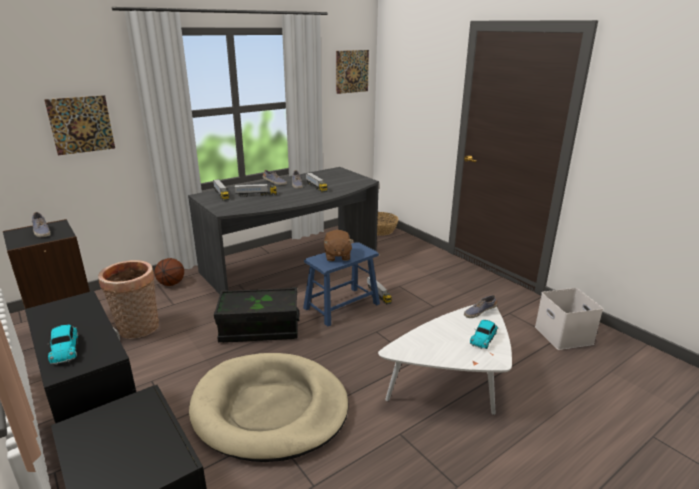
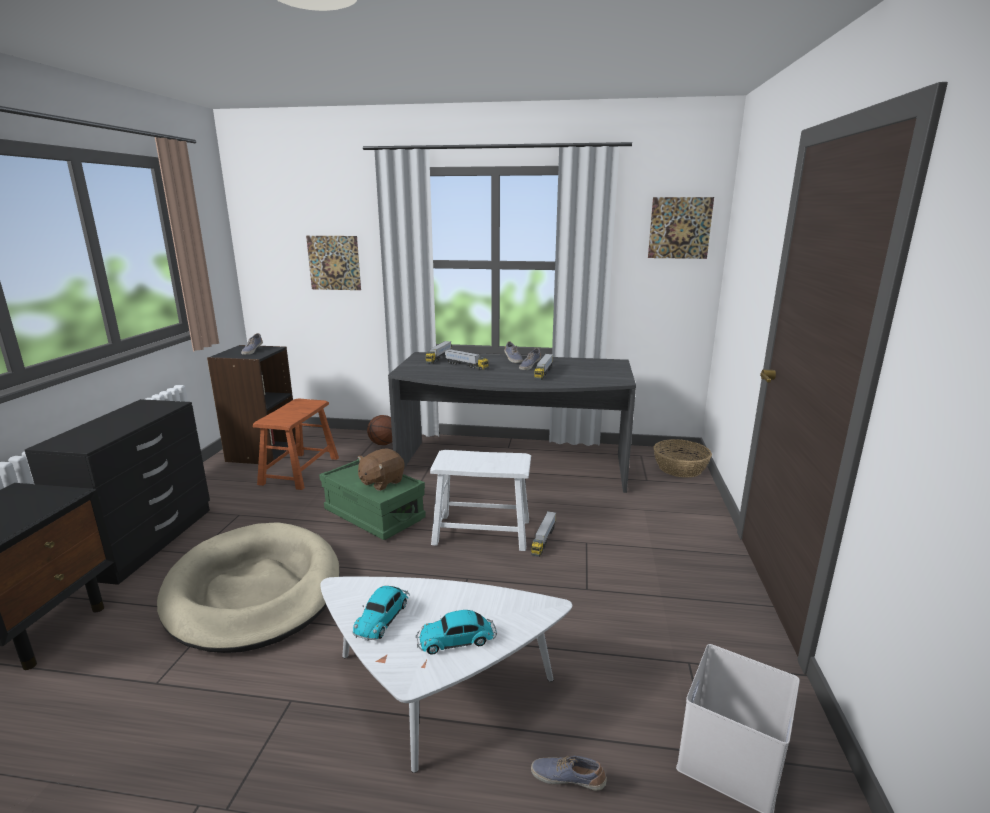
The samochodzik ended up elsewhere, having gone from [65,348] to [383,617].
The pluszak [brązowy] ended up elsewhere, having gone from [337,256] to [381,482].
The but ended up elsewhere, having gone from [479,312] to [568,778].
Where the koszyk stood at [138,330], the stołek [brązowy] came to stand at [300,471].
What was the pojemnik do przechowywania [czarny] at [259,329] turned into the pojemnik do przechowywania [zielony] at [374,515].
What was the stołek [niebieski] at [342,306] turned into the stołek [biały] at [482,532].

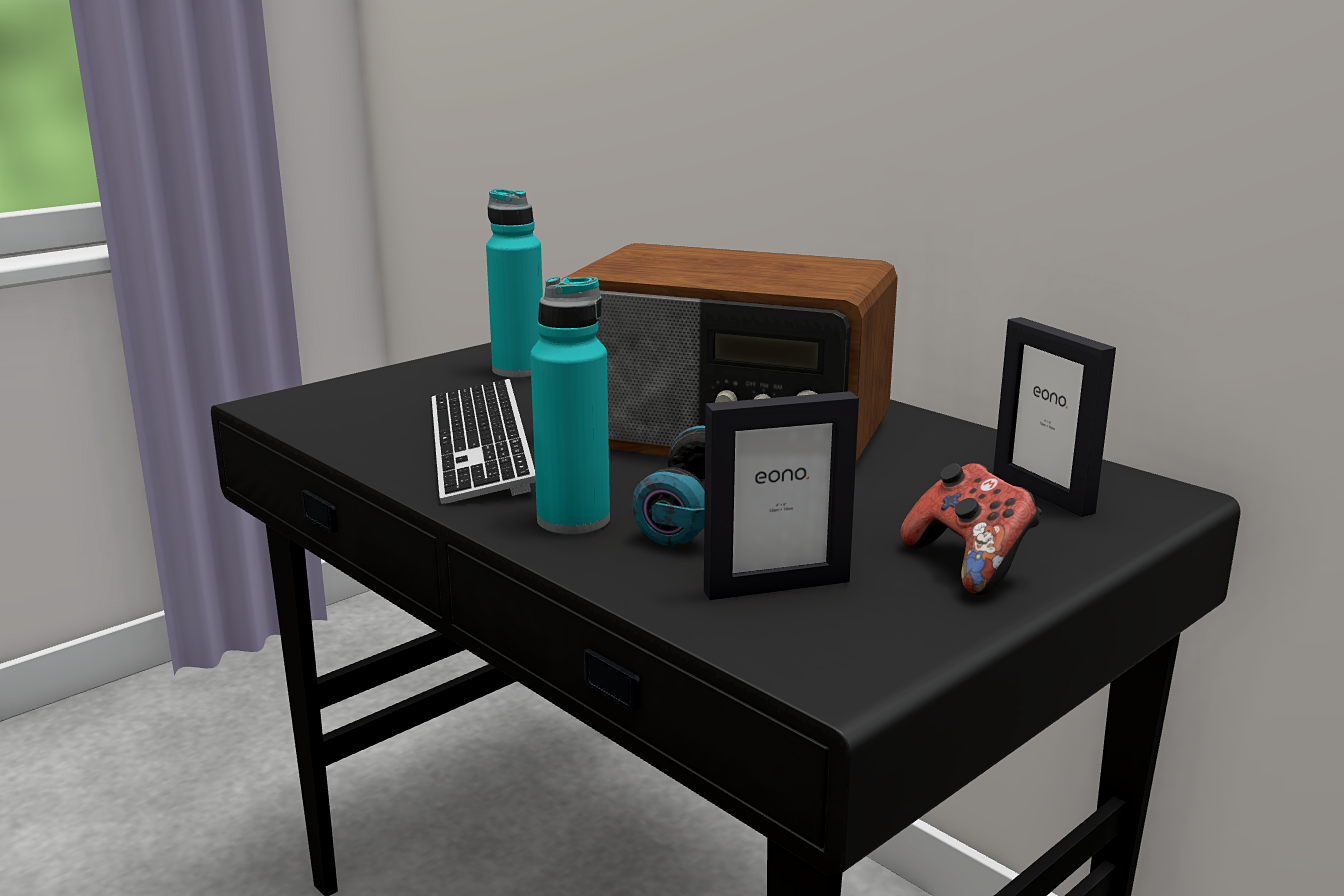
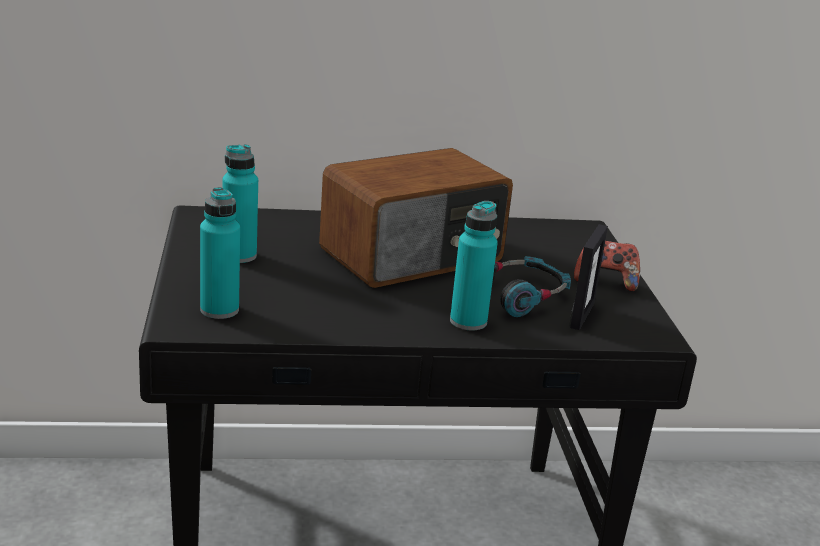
The second view lost the klawiatura at [479,445].
The second view lost the ramka na zdjęcie at [1043,493].
The second view gained the butelka [turkusowy] at [219,310].

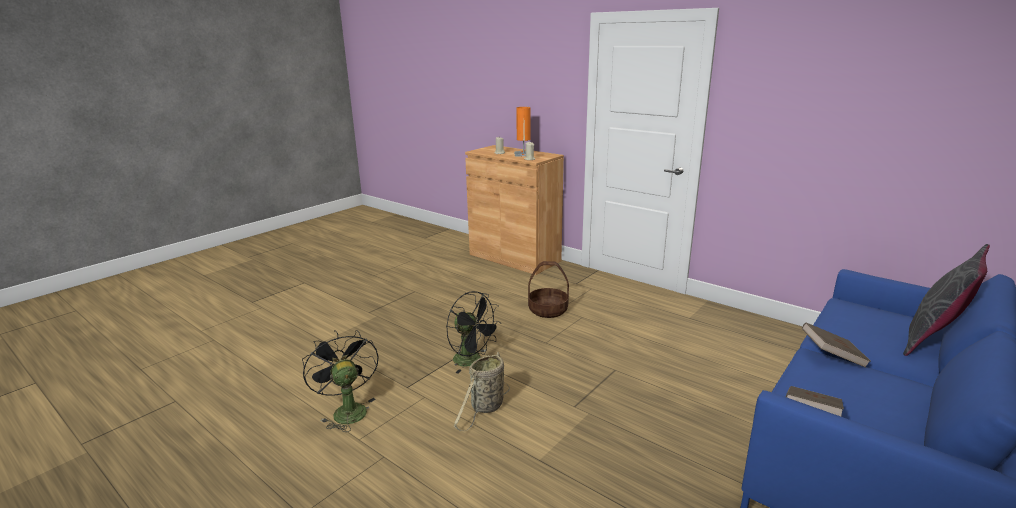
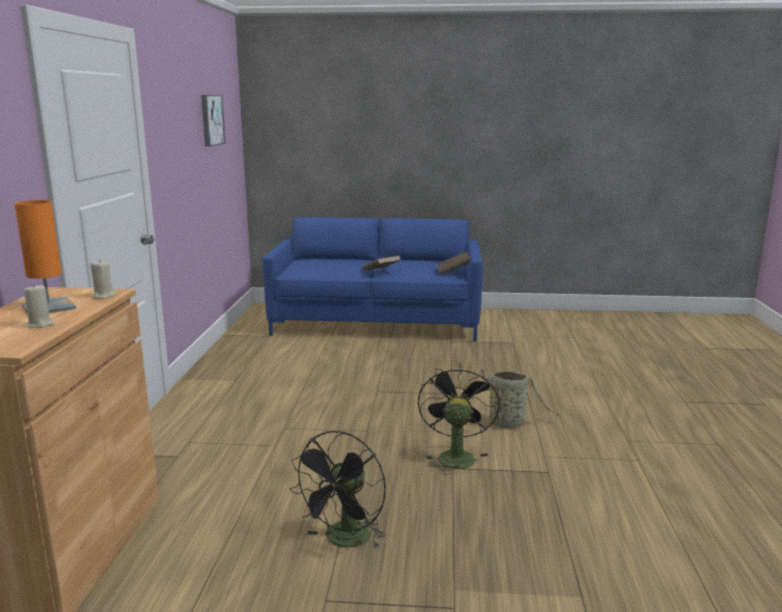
The second view lost the koszyk at [548,310].
The second view lost the poduszka [szary] at [933,341].
The second view gained the obraz at [211,120].
The wentylator [czarny] ended up elsewhere, having gone from [346,410] to [344,541].

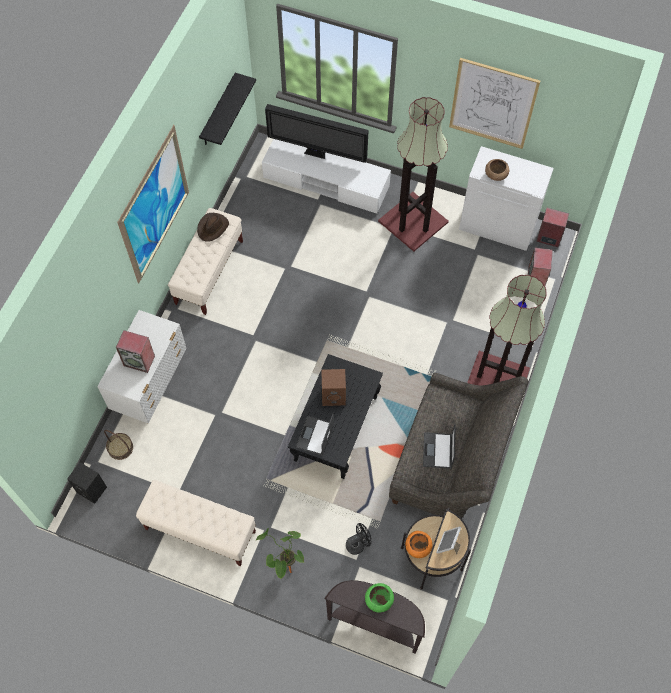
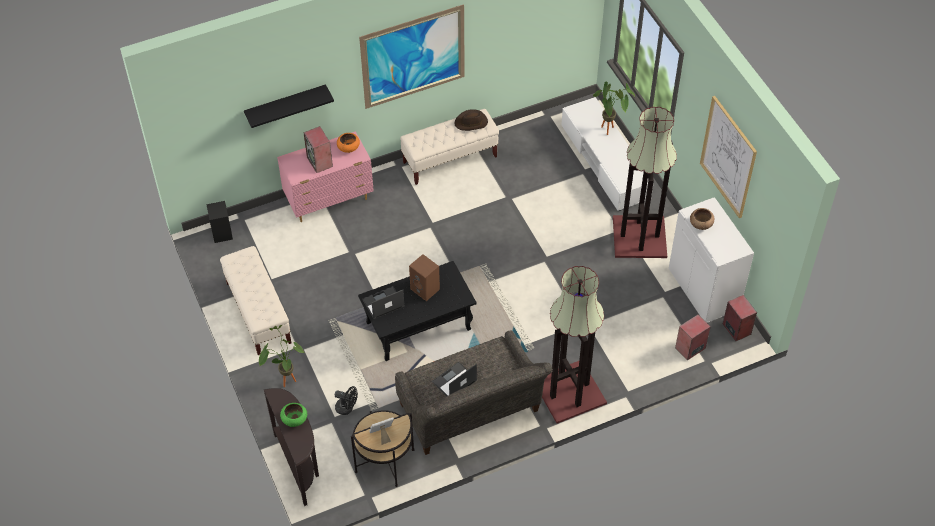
The second view lost the koszyk at [120,448].
The półka [czarny] ended up elsewhere, having gone from [218,111] to [286,105].
The miska [pomarańczowy] ended up elsewhere, having gone from [417,547] to [348,148].
Where the telewizor stood at [317,154], the roślina doniczkowa came to stand at [609,131].
What was the komoda [biały] at [151,385] turned into the komoda [różowy] at [330,200].

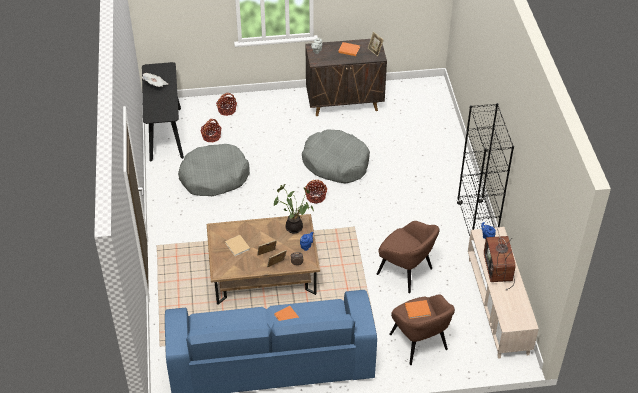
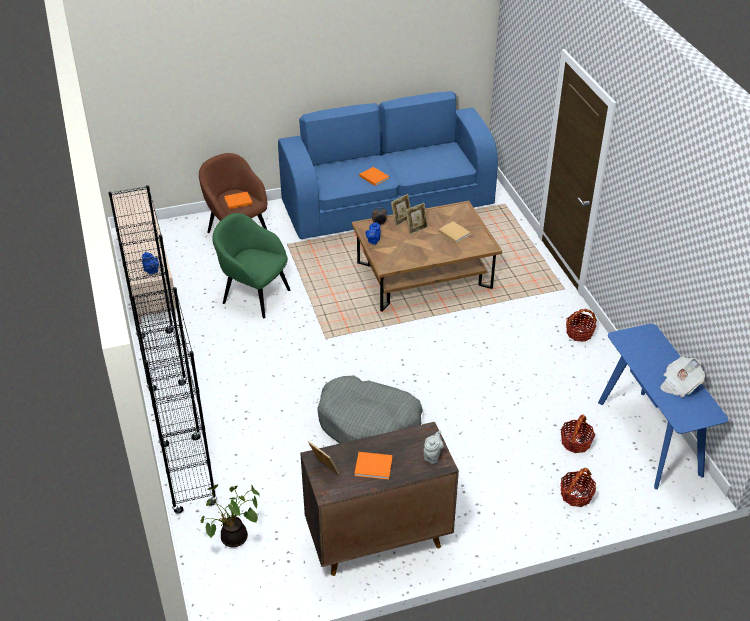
The second view lost the legowisko [szary] at [214,177].
The second view lost the telewizor at [499,270].
The second view gained the regał [czarny] at [187,474].
The roślina doniczkowa ended up elsewhere, having gone from [294,226] to [233,540].
The koszyk ended up elsewhere, having gone from [315,197] to [579,333].
What was the stolik konsolowy [czarny] at [165,133] turned into the stolik konsolowy [niebieski] at [649,438].
What was the fotel [brązowy] at [405,272] turned into the fotel [zielony] at [255,295].

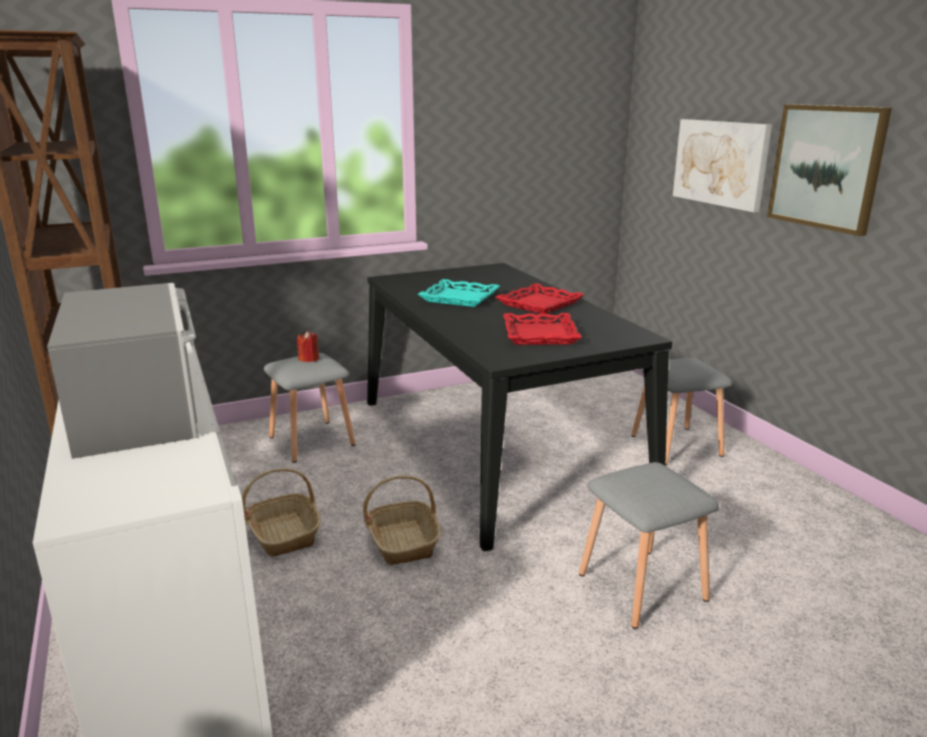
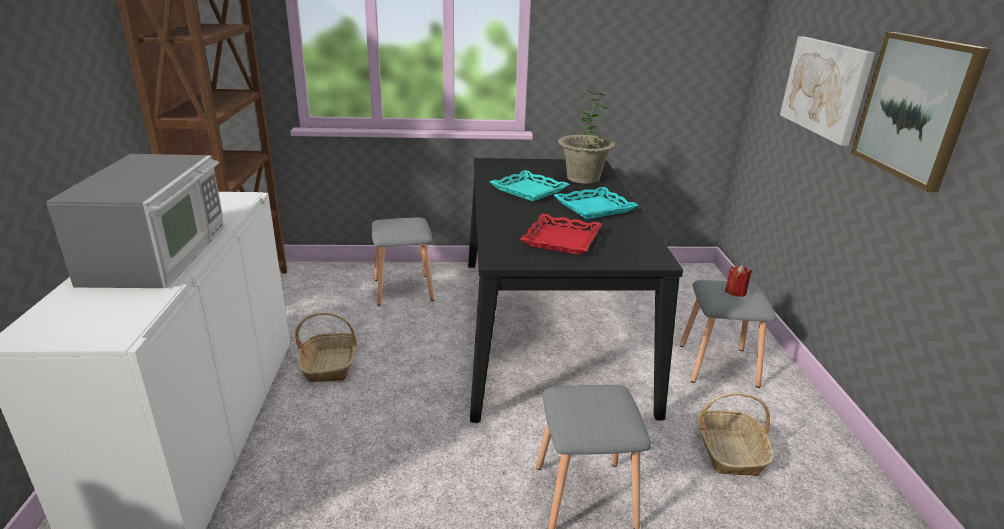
The second view gained the roślina doniczkowa at [583,178].
The świeca [czerwony] ended up elsewhere, having gone from [309,359] to [735,292].
The koszyk ended up elsewhere, having gone from [403,542] to [729,451].
What was the taca [czerwony] at [539,304] turned into the taca [turkusowy] at [594,207].

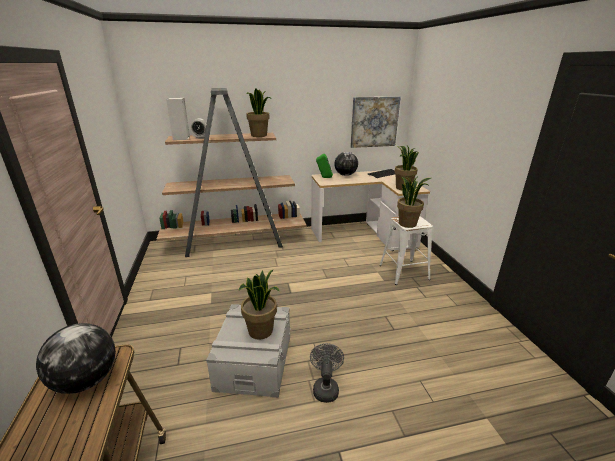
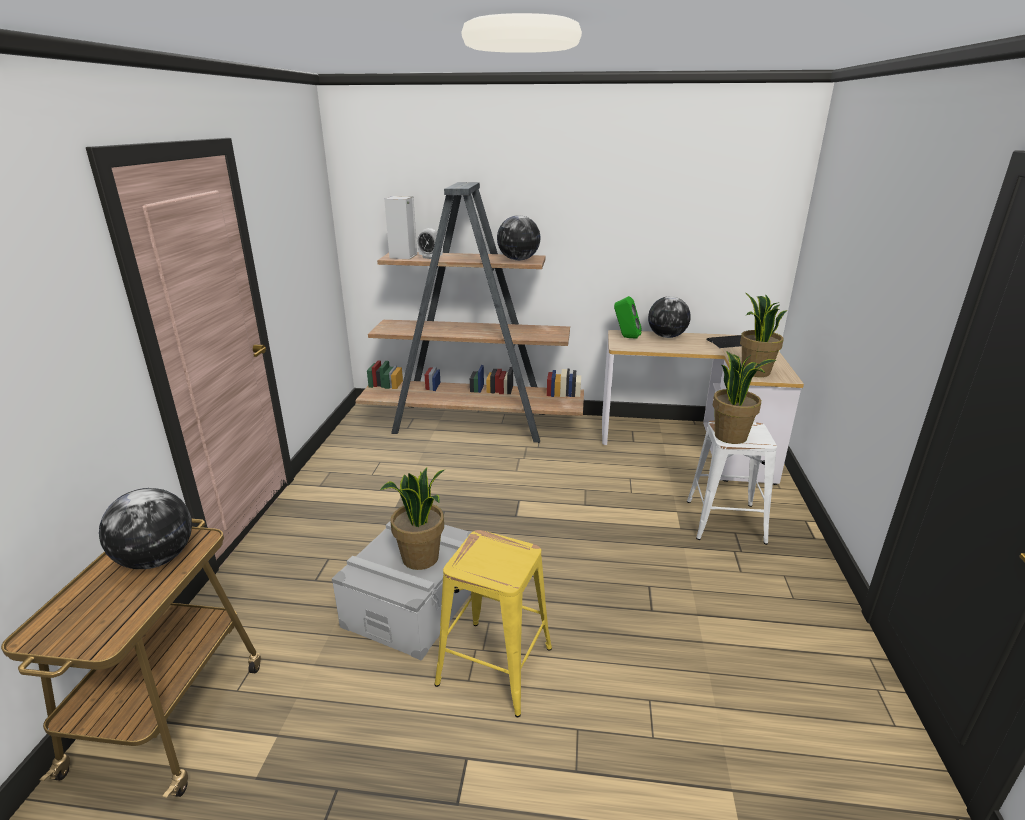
The second view lost the obraz at [374,122].
Where the roślina doniczkowa stood at [259,135], the globus came to stand at [518,260].
Where the wentylator [szary] stood at [325,387], the stołek [żółty] came to stand at [494,666].

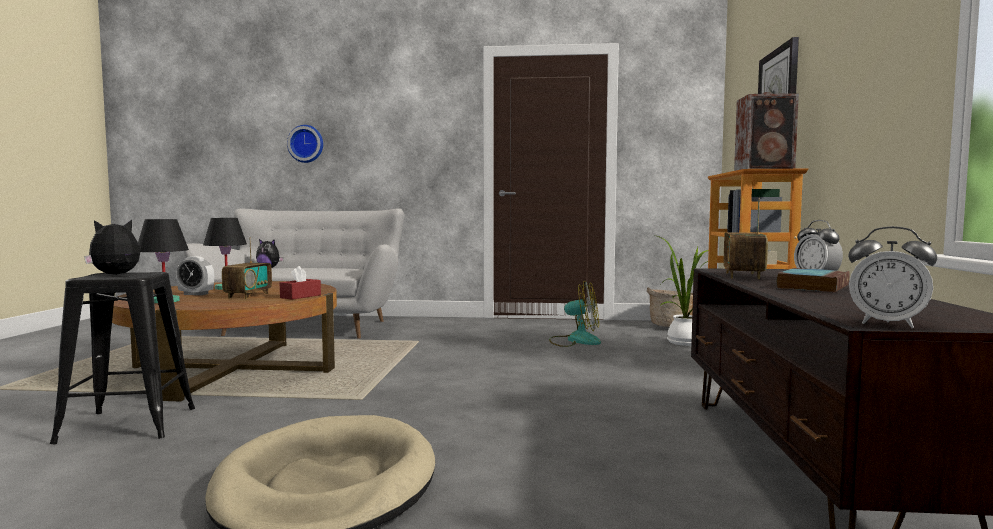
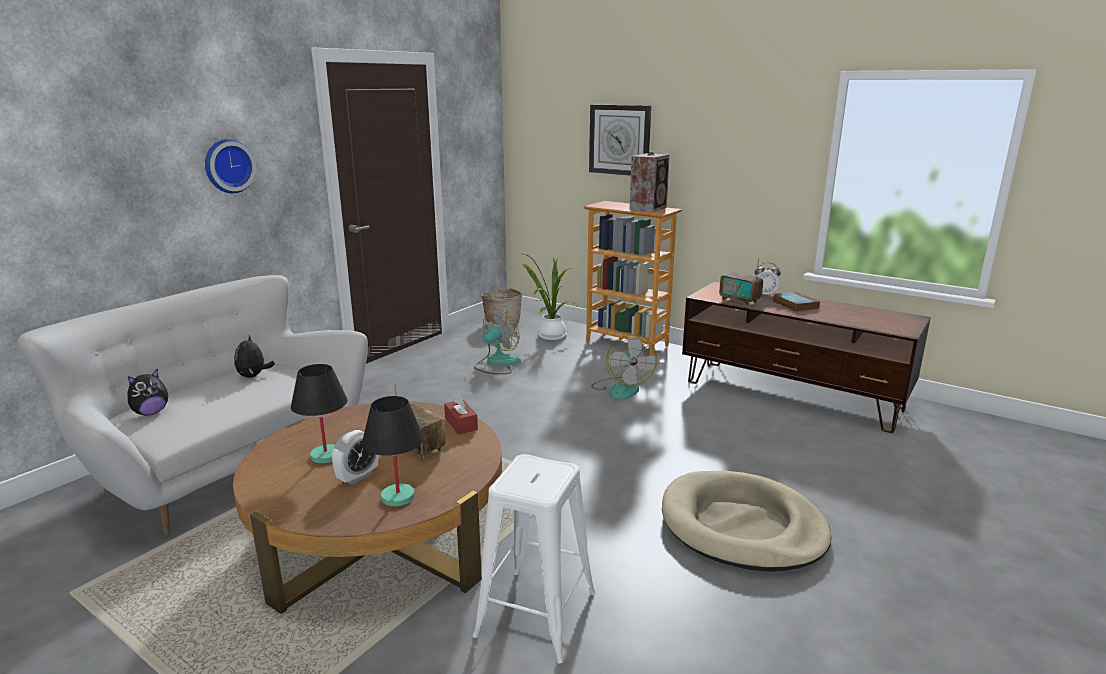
The second view lost the budzik at [887,324].
The second view gained the wentylator at [621,388].
The pluszak ended up elsewhere, having gone from [116,274] to [253,376].
The zegar ścienny ended up elsewhere, having gone from [306,144] to [228,166].
What was the stołek [czarny] at [128,425] turned into the stołek [biały] at [536,614].

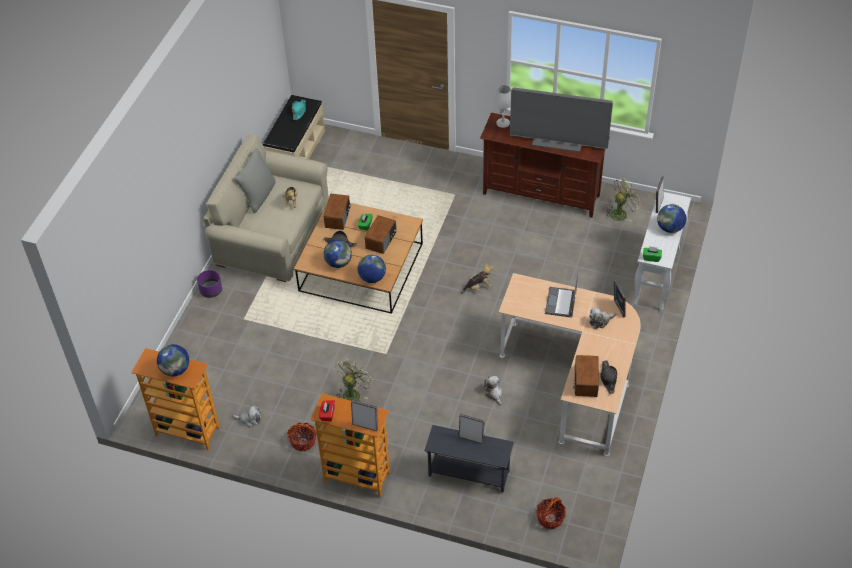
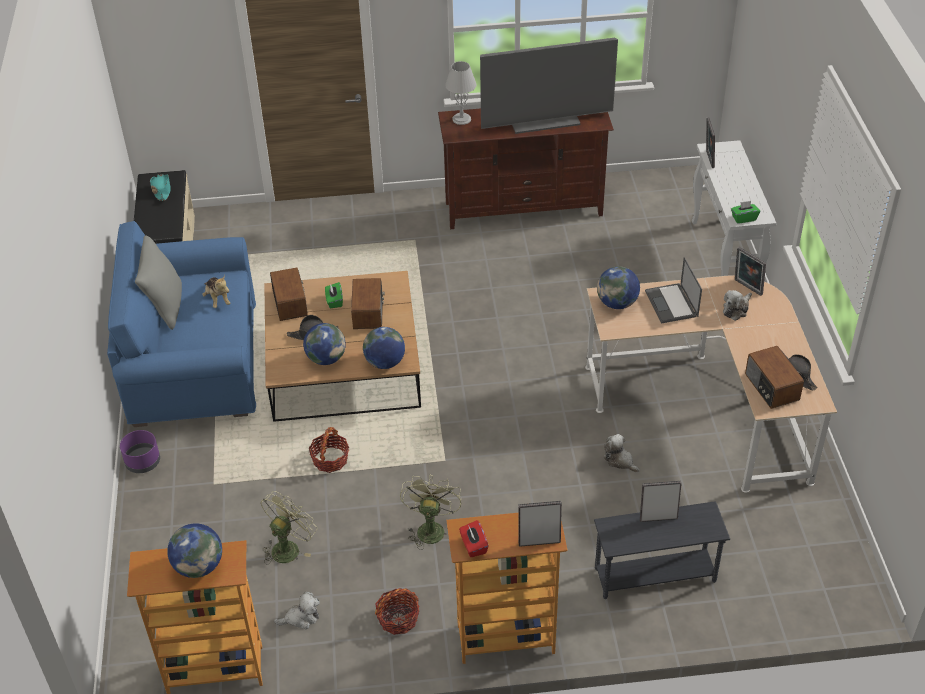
The second view lost the pluszak at [478,287].
The koszyk ended up elsewhere, having gone from [550,518] to [330,460].
The wentylator [zielony] ended up elsewhere, having gone from [621,213] to [288,547].
The globus ended up elsewhere, having gone from [670,228] to [617,303].
What was the kanapa [beżowy] at [273,235] turned into the kanapa [niebieski] at [195,363].

